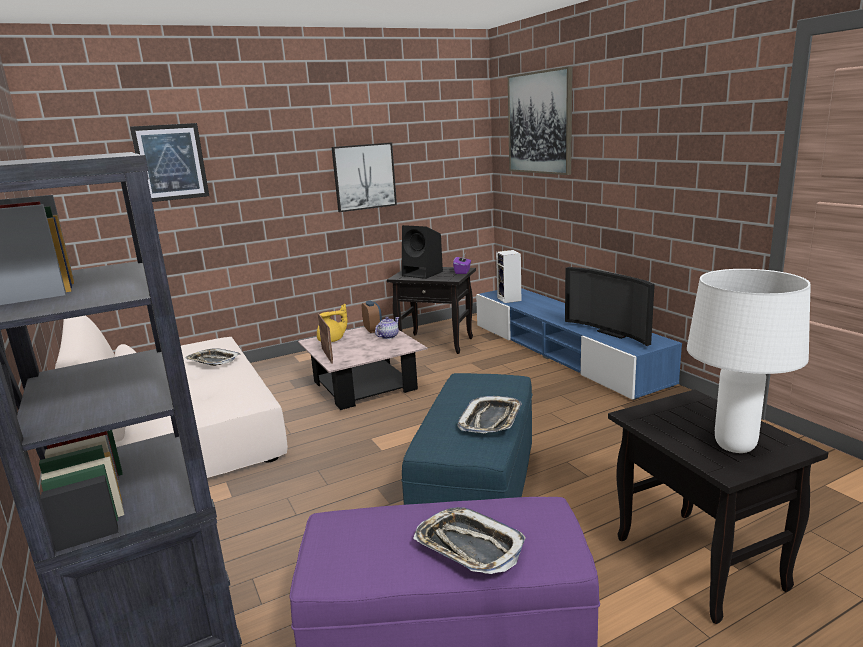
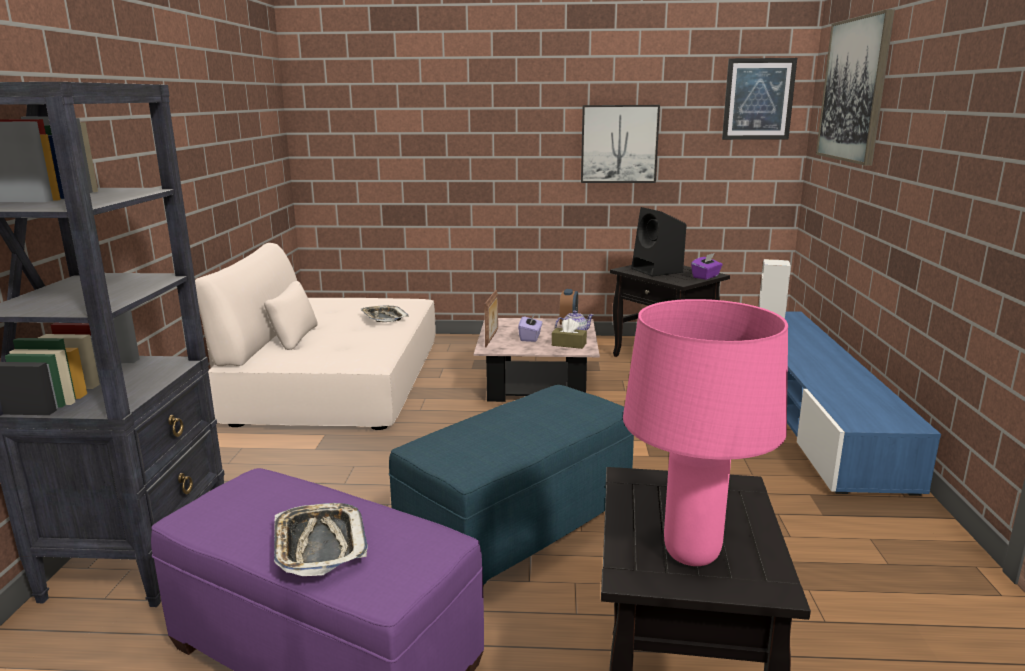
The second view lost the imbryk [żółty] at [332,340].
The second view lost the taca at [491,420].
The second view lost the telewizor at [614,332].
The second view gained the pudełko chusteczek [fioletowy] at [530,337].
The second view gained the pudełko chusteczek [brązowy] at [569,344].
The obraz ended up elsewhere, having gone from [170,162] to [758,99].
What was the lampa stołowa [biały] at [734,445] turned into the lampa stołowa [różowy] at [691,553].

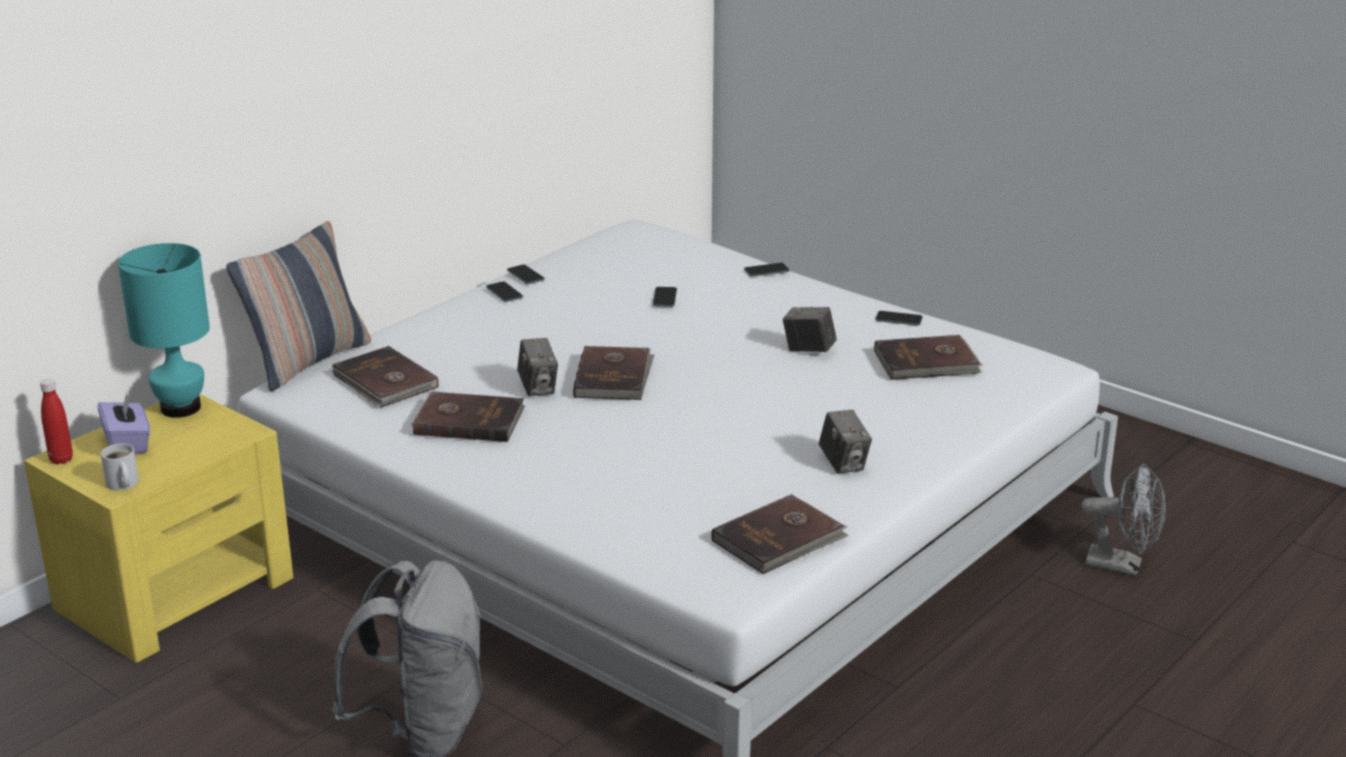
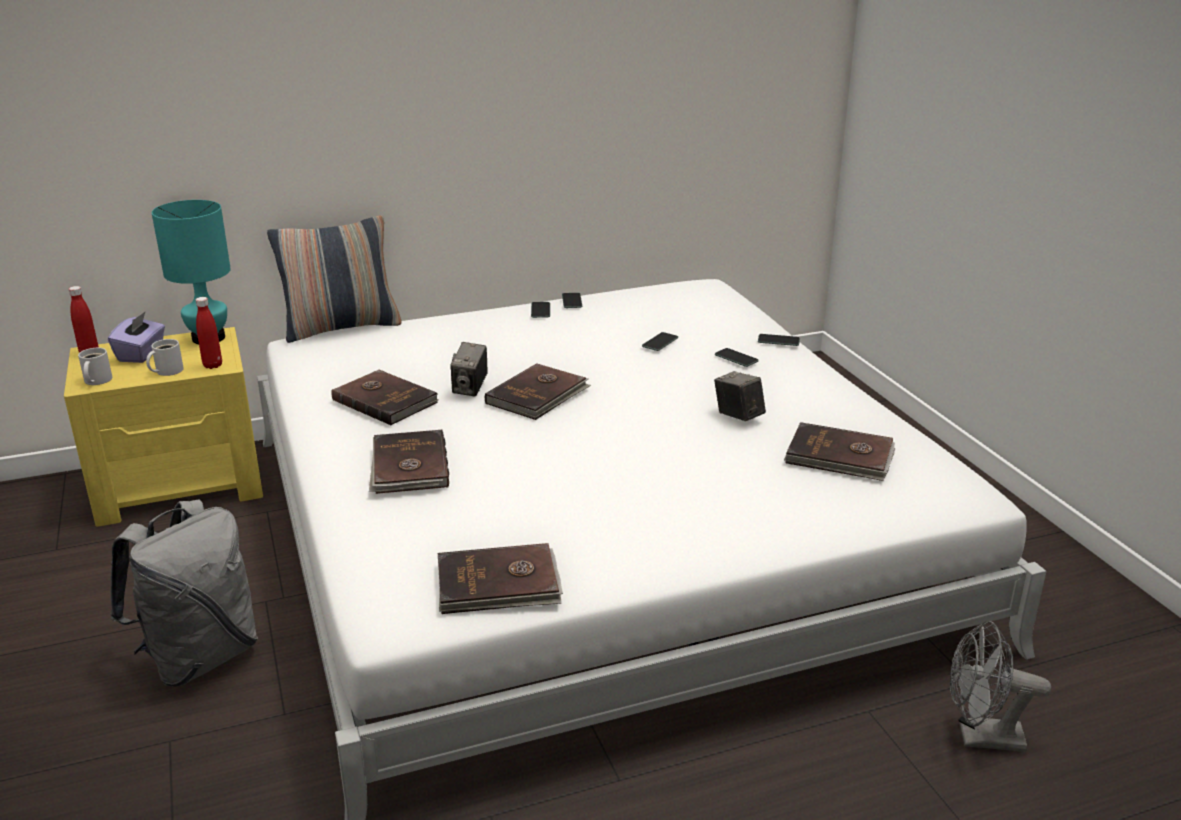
The second view lost the aparat fotograficzny at [843,463].
The second view gained the kubek [biały] at [167,371].
The second view gained the butelka [czerwony] at [212,365].
The książka [brązowy] ended up elsewhere, having gone from [384,382] to [408,466].
The telefon ended up elsewhere, having gone from [899,319] to [736,358].
The wentylator [szary] at [1122,565] ended up facing another way, 135 degrees clockwise from before.

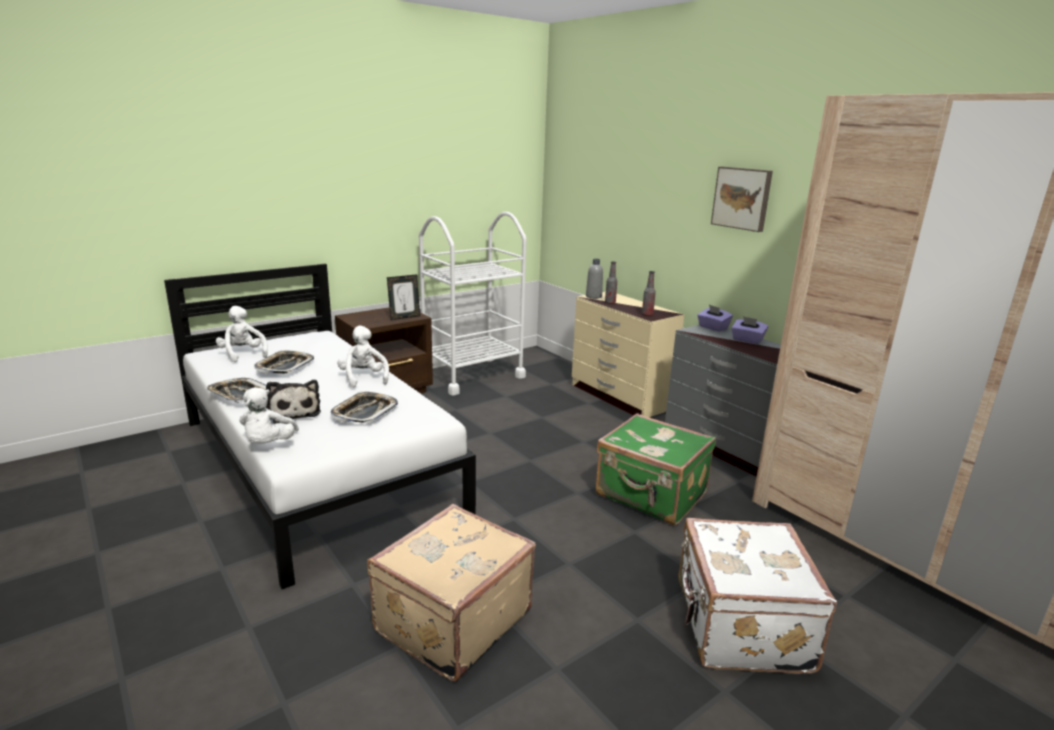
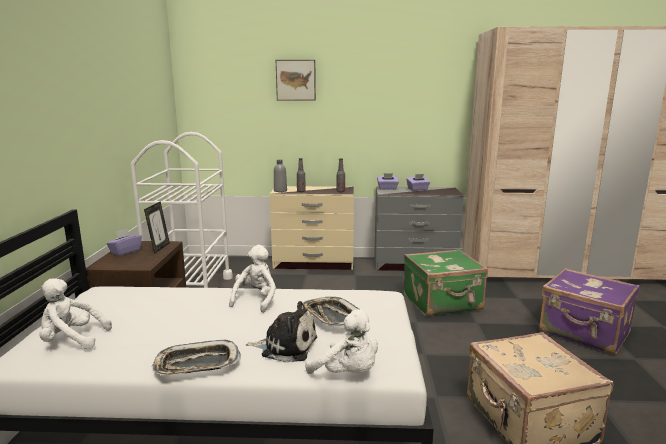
The second view lost the taca at [285,366].
The second view gained the pudełko chusteczek [fioletowy] at [125,251].
The obraz ended up elsewhere, having gone from [742,198] to [296,80].
What was the walizka [biały] at [739,626] turned into the walizka [fioletowy] at [584,333].
The pluszak [biały] at [364,378] ended up facing another way, 90 degrees clockwise from before.

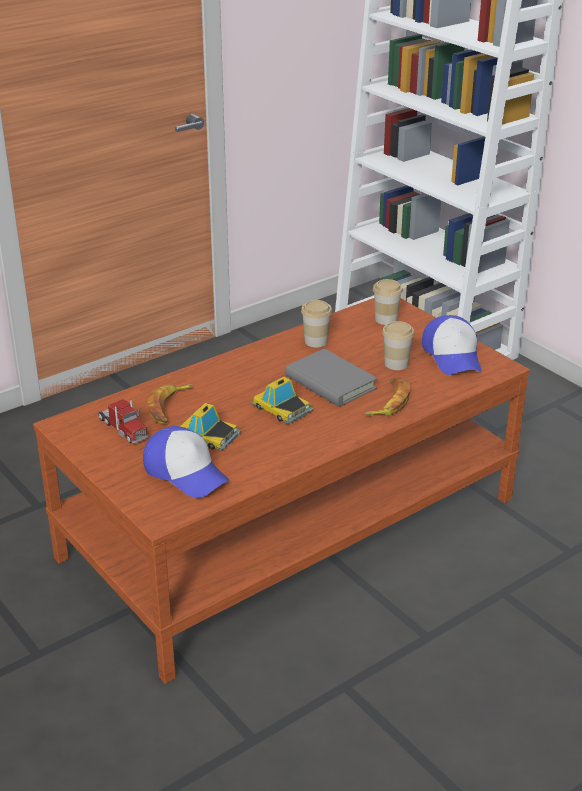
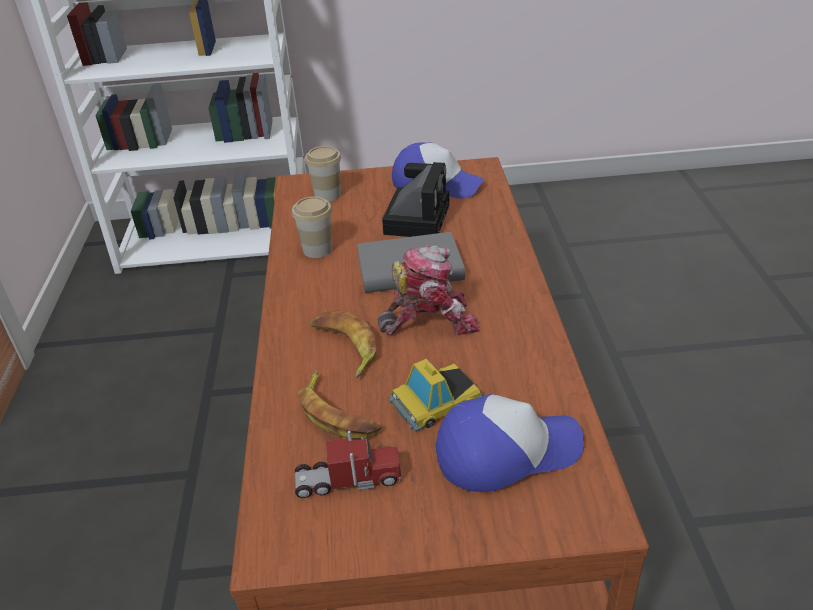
The banan ended up elsewhere, having gone from [388,402] to [344,347].
Where the samochodzik stood at [282,408], the robot zabawkowy came to stand at [429,320].
Where the filiżanka stood at [396,364], the aparat fotograficzny came to stand at [417,217].

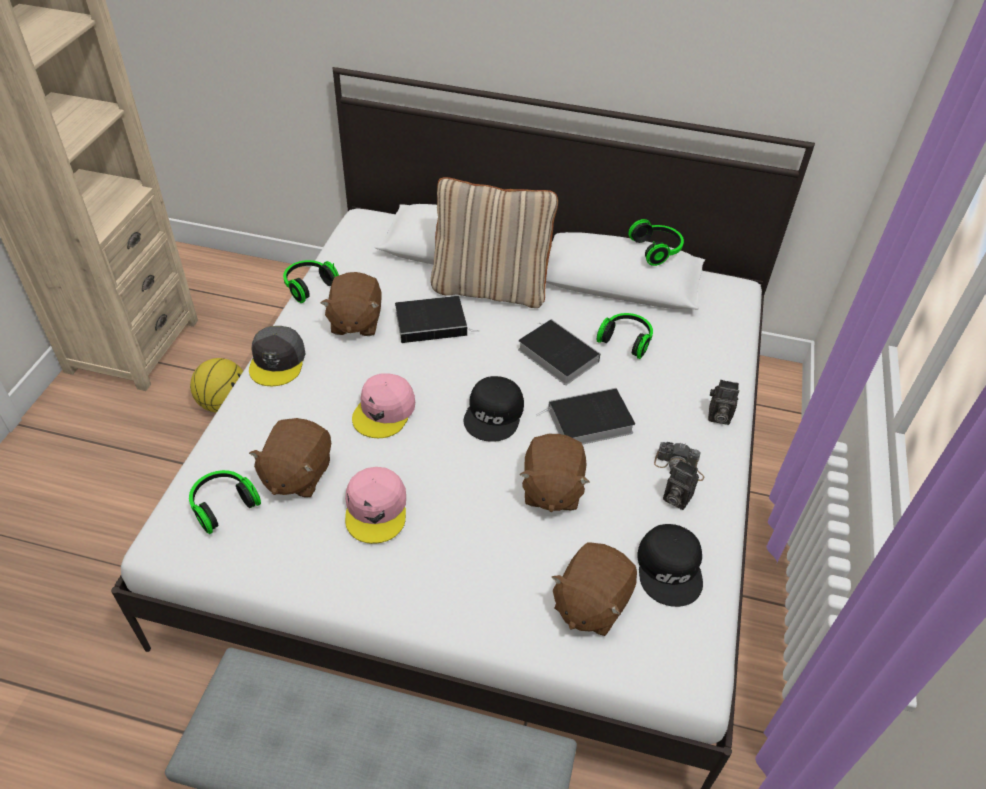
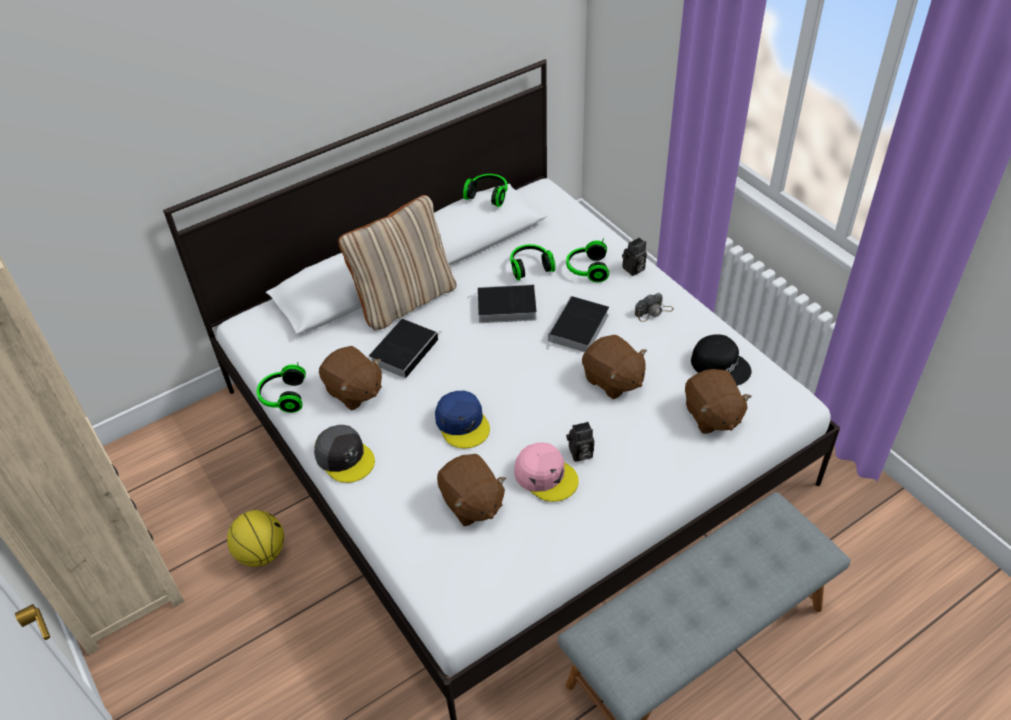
The second view lost the czapka z daszkiem [czarny] at [495,414].
The słuchawki ended up elsewhere, having gone from [223,505] to [586,269].
The aparat fotograficzny ended up elsewhere, having gone from [675,498] to [580,454].
What was the czapka z daszkiem [różowy] at [384,411] turned into the czapka z daszkiem [niebieski] at [462,423].

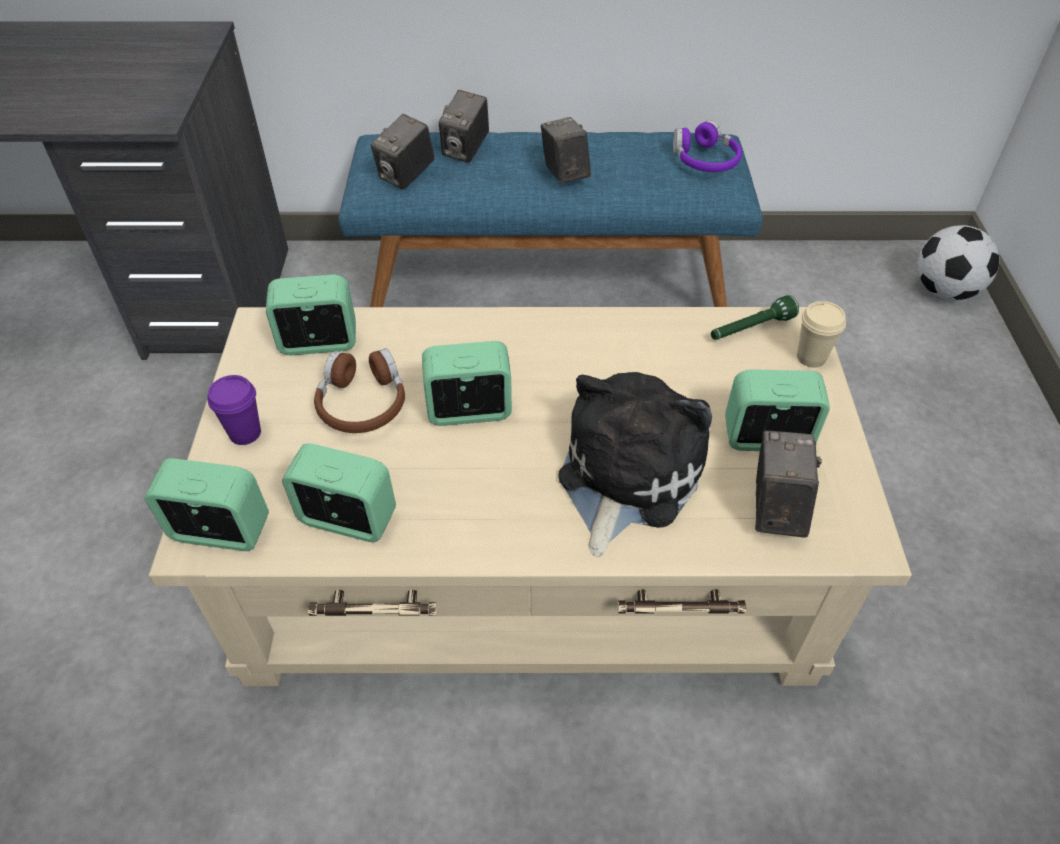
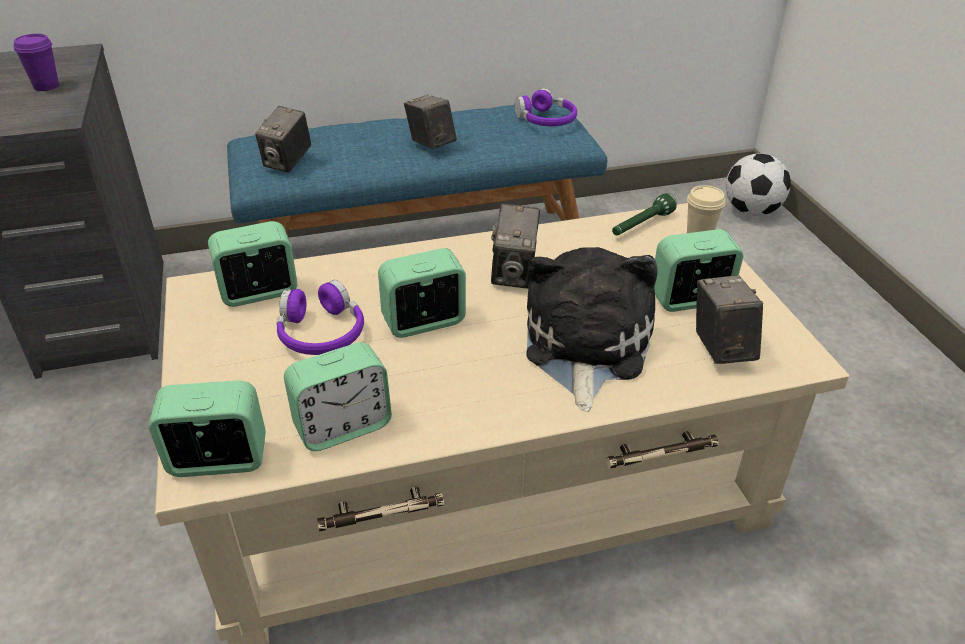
The filiżanka [fioletowy] ended up elsewhere, having gone from [245,433] to [46,86].
The aparat fotograficzny ended up elsewhere, having gone from [466,150] to [514,273].
What was the słuchawki [brązowy] at [362,403] turned into the słuchawki [fioletowy] at [321,333].
The budzik at [347,519] ended up facing another way, 150 degrees clockwise from before.

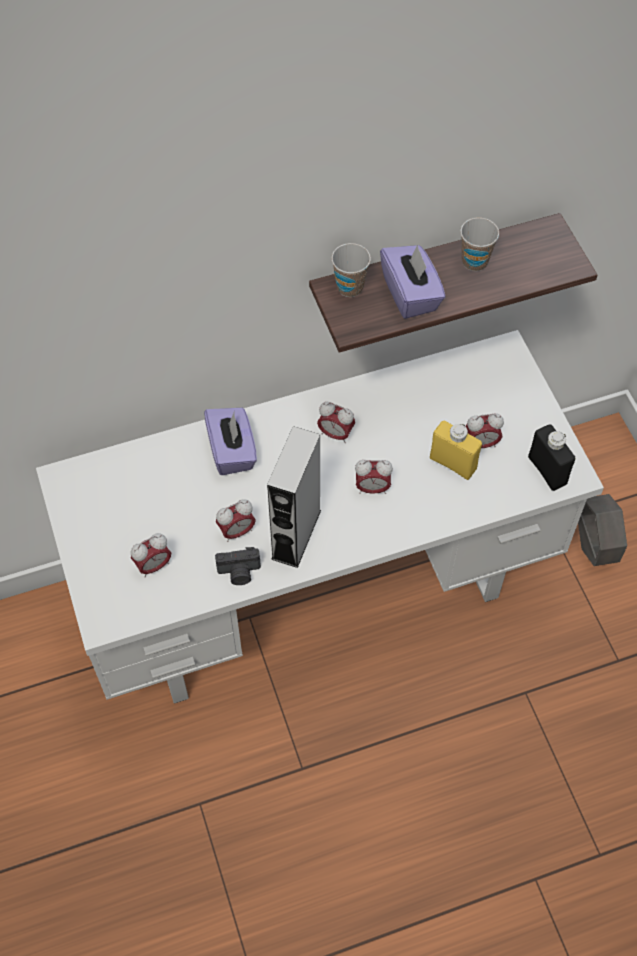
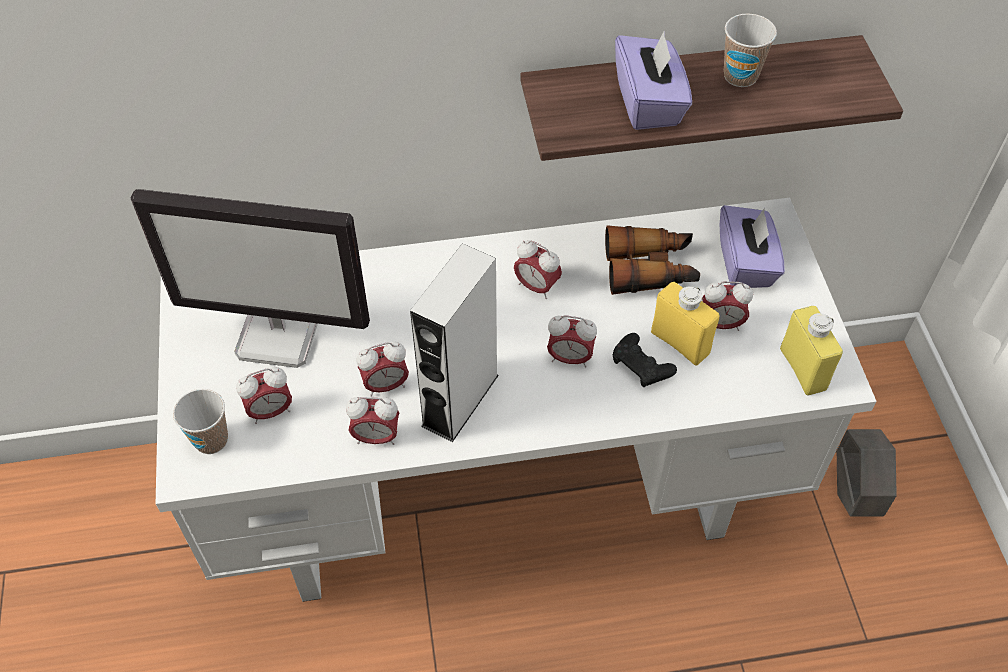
The second view gained the monitor at [280,335].
The second view gained the lornetka at [650,269].
The second view gained the pad do gier [czarny] at [641,365].
The pudełko chusteczek [fioletowy] ended up elsewhere, having gone from [232,451] to [746,263].
The filiżanka ended up elsewhere, having gone from [350,287] to [211,440].
Where the aparat fotograficzny stood at [239,573], the budzik came to stand at [376,437].
What was the butelka [czarny] at [547,470] turned into the butelka [żółty] at [803,369].

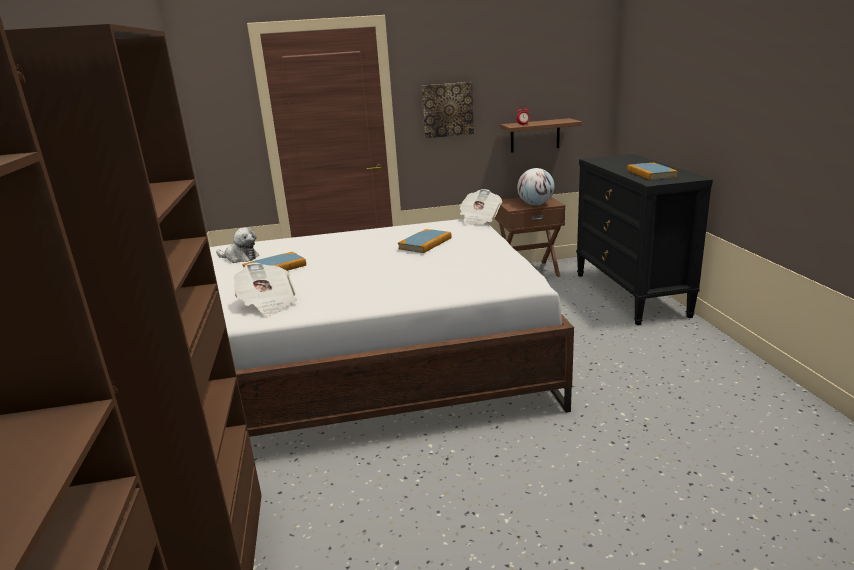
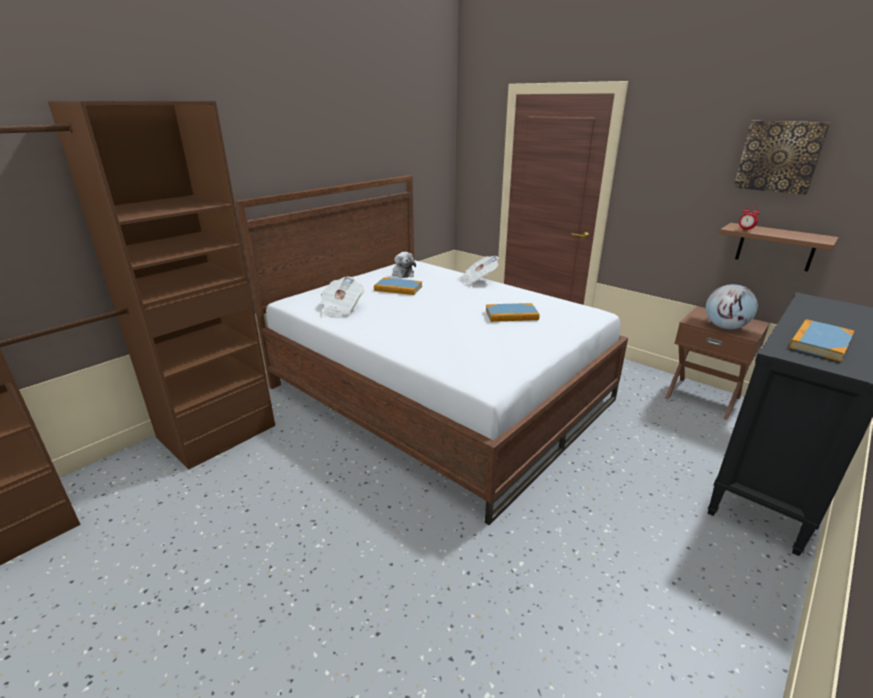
The obraz ended up elsewhere, having gone from [447,110] to [779,156].
The gazeta ended up elsewhere, having gone from [479,219] to [477,280].

